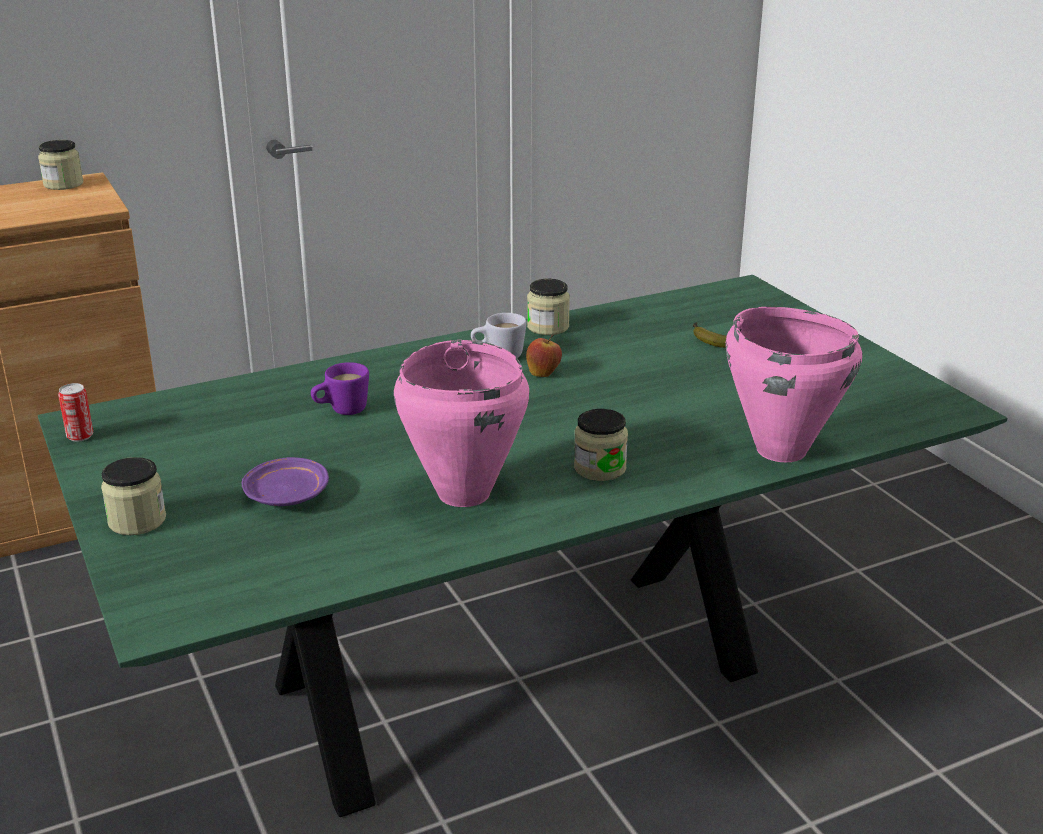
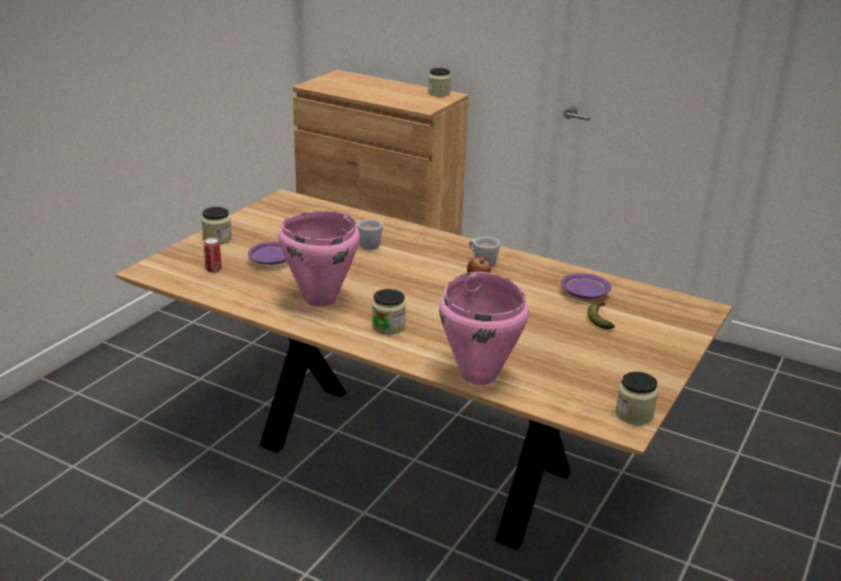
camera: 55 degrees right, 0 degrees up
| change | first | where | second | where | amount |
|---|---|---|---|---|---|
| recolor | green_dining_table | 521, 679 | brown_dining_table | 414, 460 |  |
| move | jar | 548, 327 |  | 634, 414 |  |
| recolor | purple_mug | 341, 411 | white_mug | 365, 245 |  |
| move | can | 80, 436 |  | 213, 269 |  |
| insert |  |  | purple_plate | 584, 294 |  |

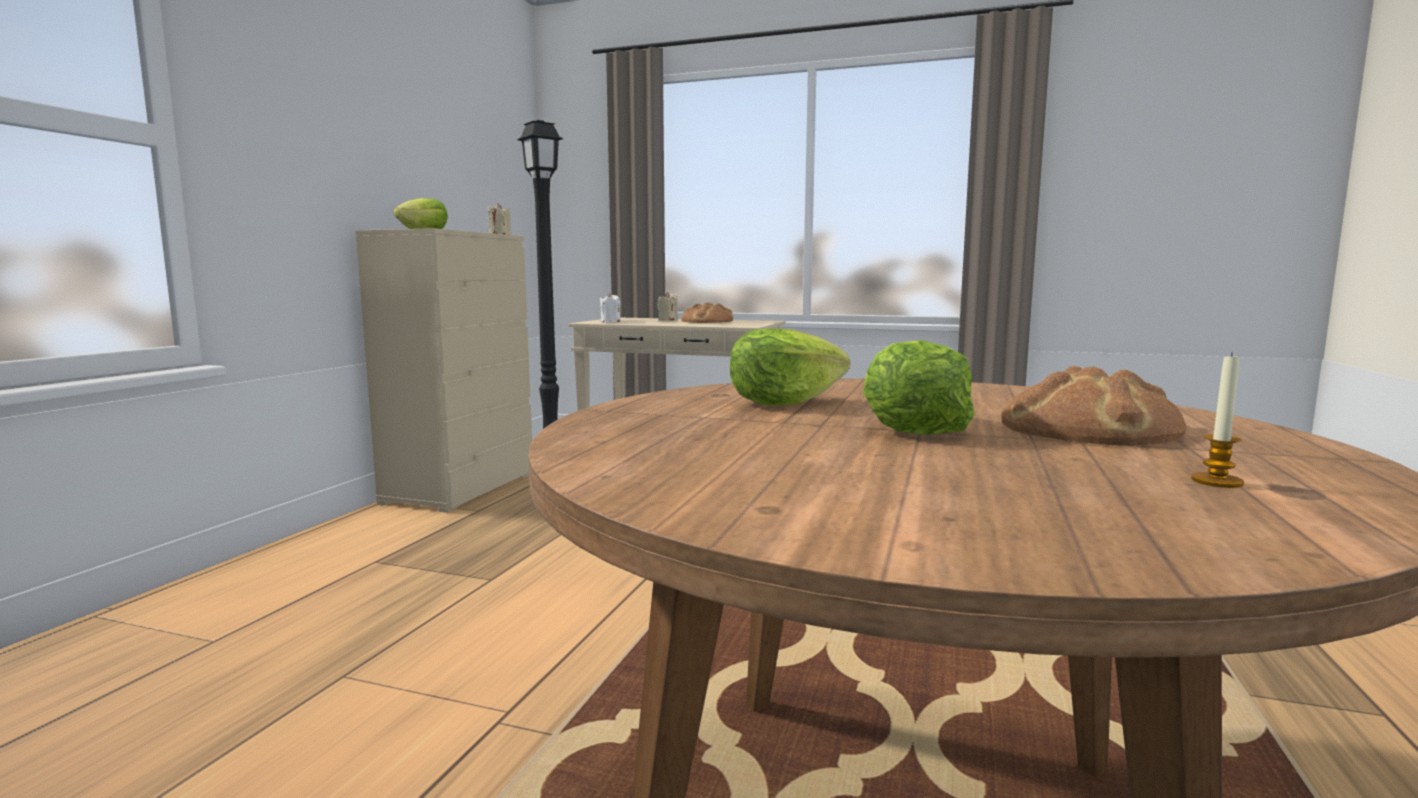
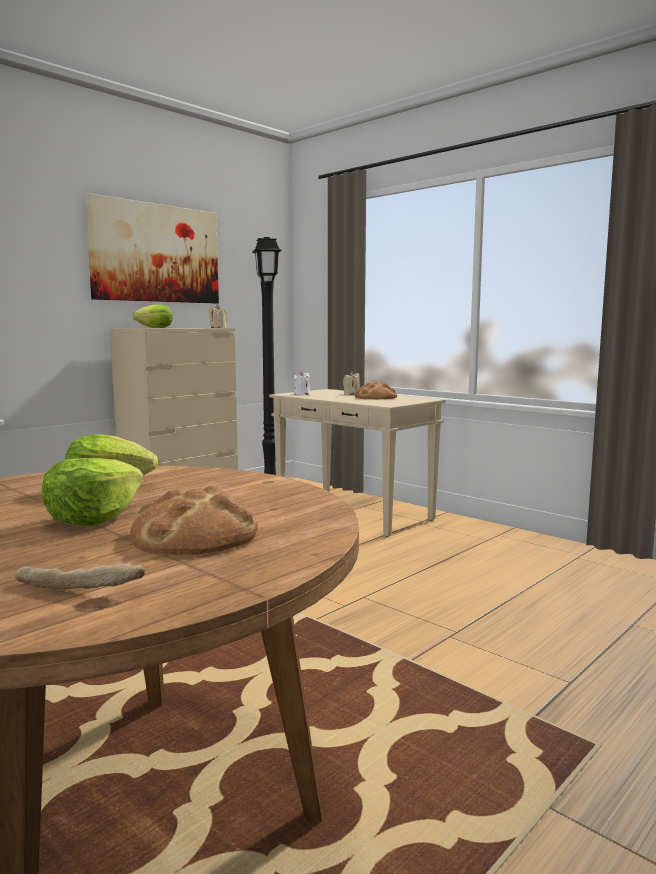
camera: 25 degrees right, 0 degrees up
| change | first | where | second | where | amount |
|---|---|---|---|---|---|
| replace | candle | 1216, 481 | bread | 79, 588 |  |
| insert |  |  | picture | 156, 253 |  |

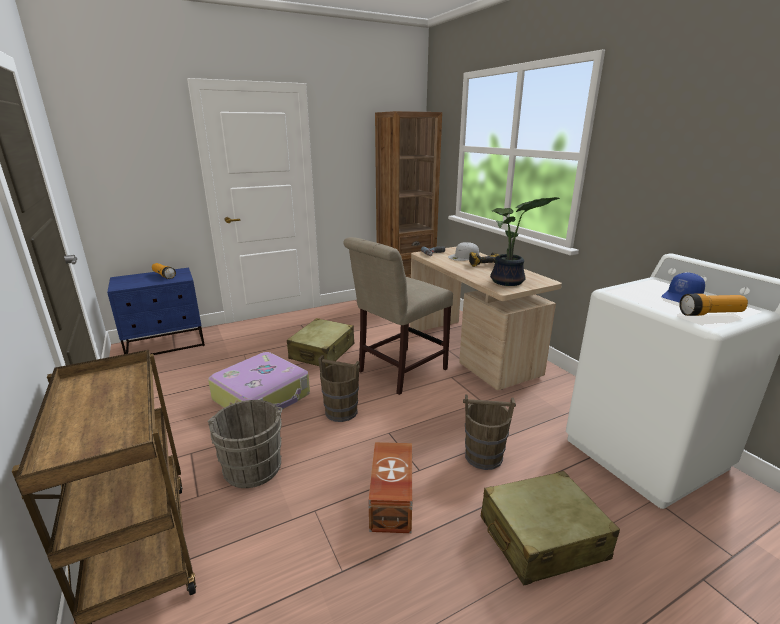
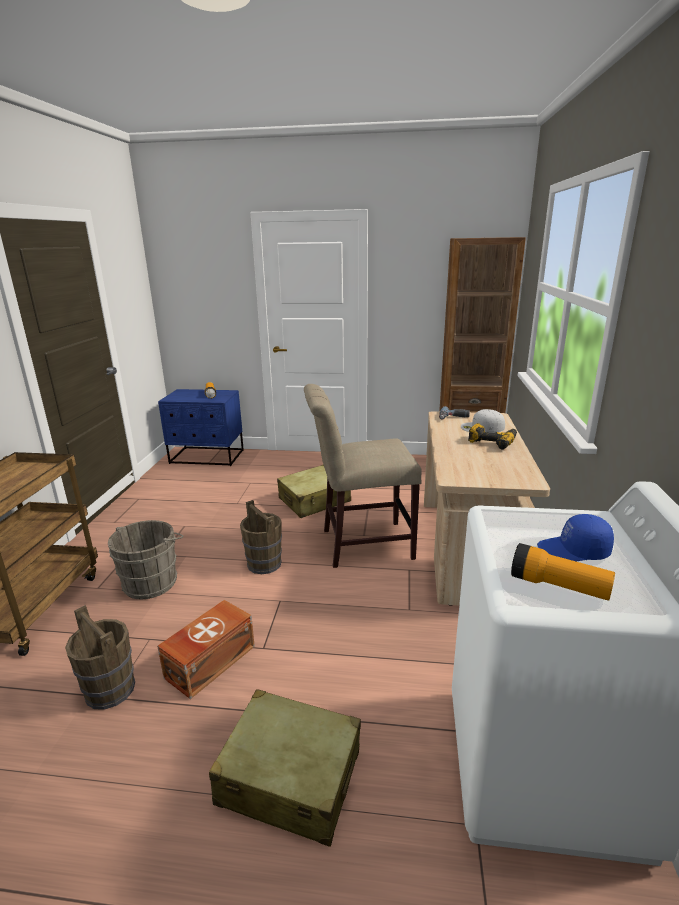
camera: 35 degrees right, 0 degrees up
| change | first | where | second | where | amount |
|---|---|---|---|---|---|
| delete | potted_plant | 508, 282 |  |  |  |
| delete | suitcase | 263, 397 |  |  |  |
| move | brown_bucket | 483, 456 |  | 110, 689 |  |

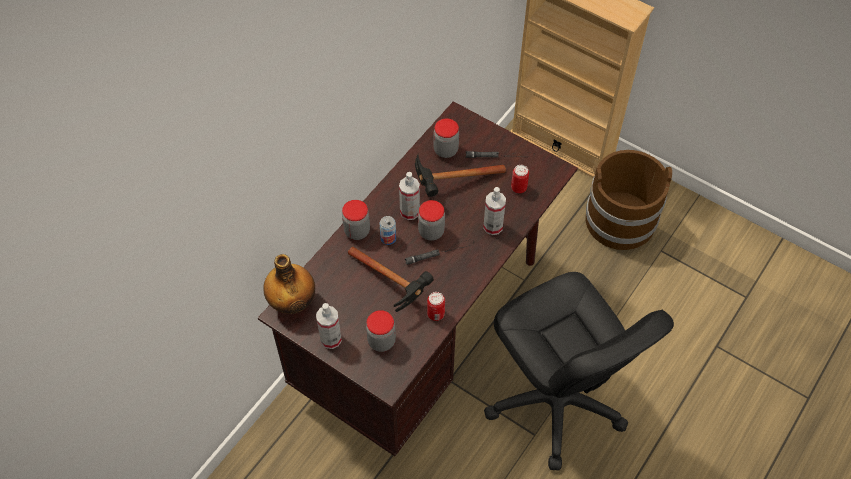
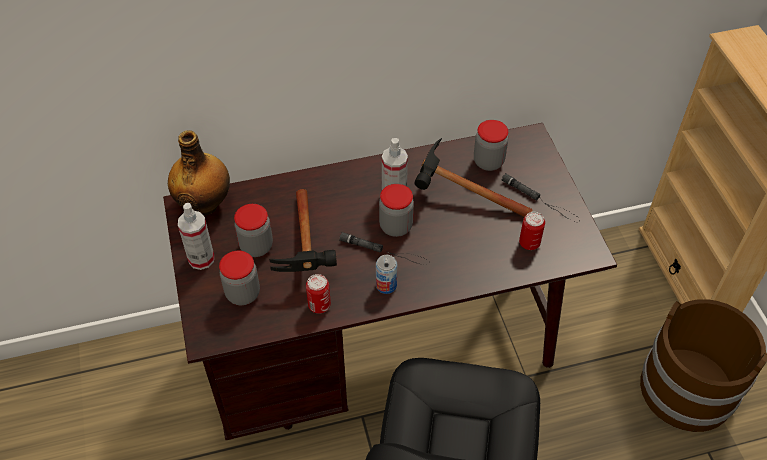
camera: 40 degrees right, 5 degrees down
| change | first | where | second | where | amount |
|---|---|---|---|---|---|
| delete | spray_bottle | 493, 226 |  |  |  |
| move | jar | 357, 231 |  | 256, 246 |  |
| move | can | 388, 238 |  | 386, 285 |  |

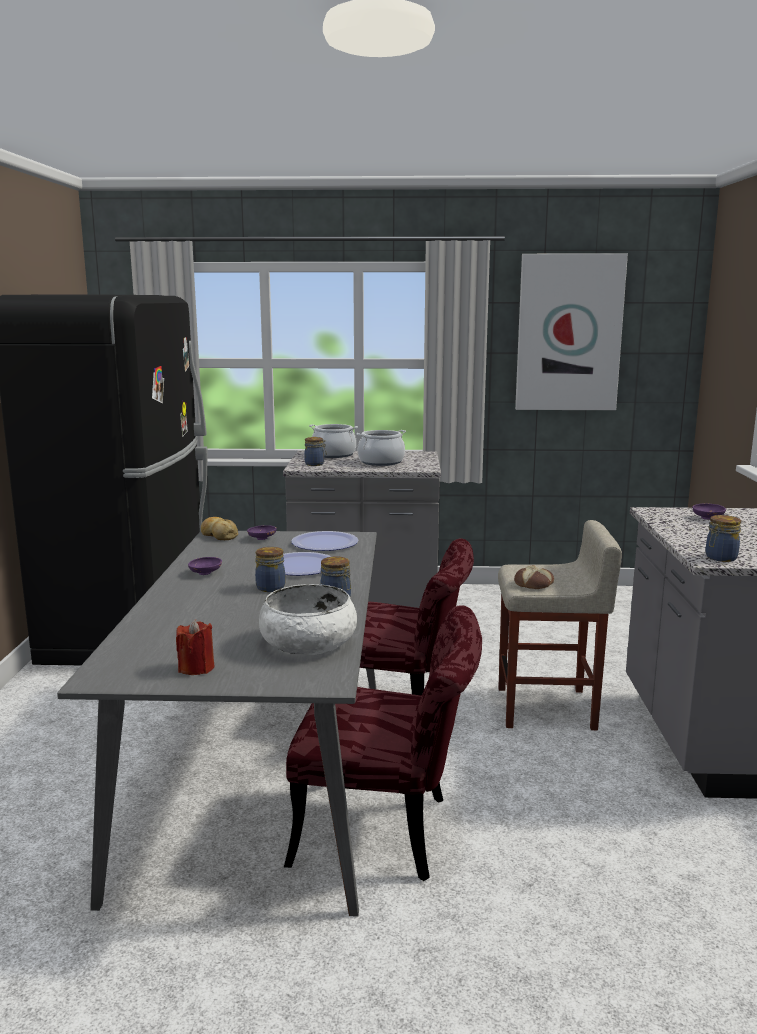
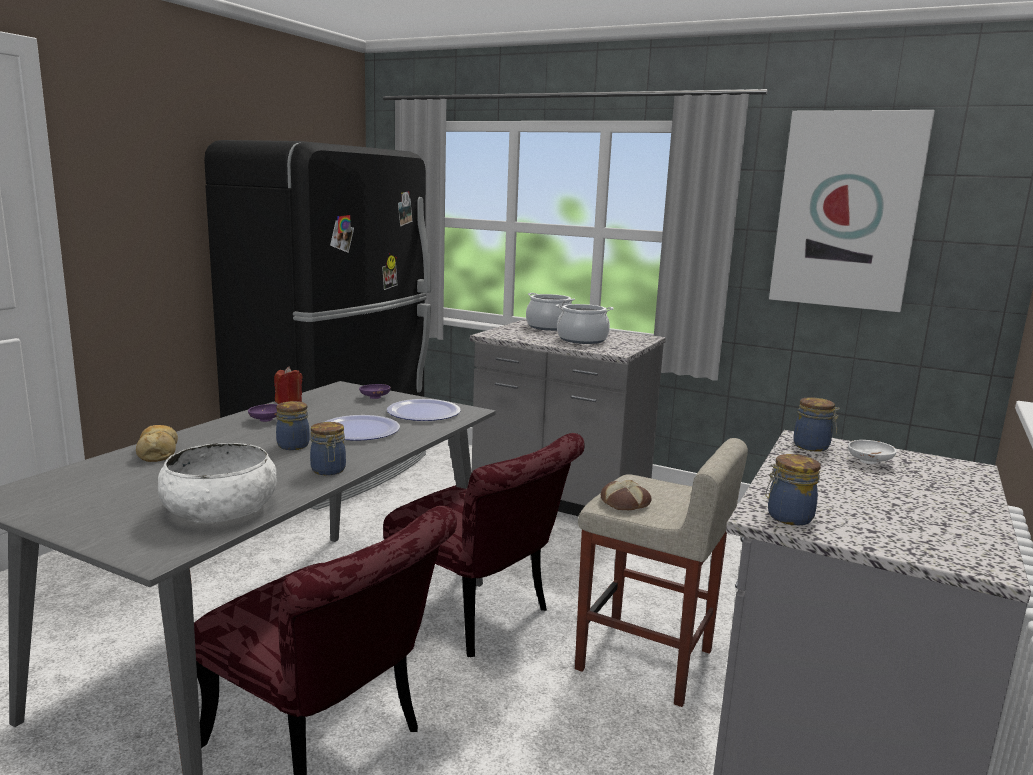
camera: 25 degrees right, 0 degrees up
| change | first | where | second | where | amount |
|---|---|---|---|---|---|
| move | jar | 315, 464 |  | 812, 447 |  |
| recolor | purple_bowl | 708, 518 | white_bowl | 869, 462 |  |
| move | bread | 219, 535 |  | 158, 452 |  |
| move | red_candle | 196, 668 |  | 289, 402 |  |

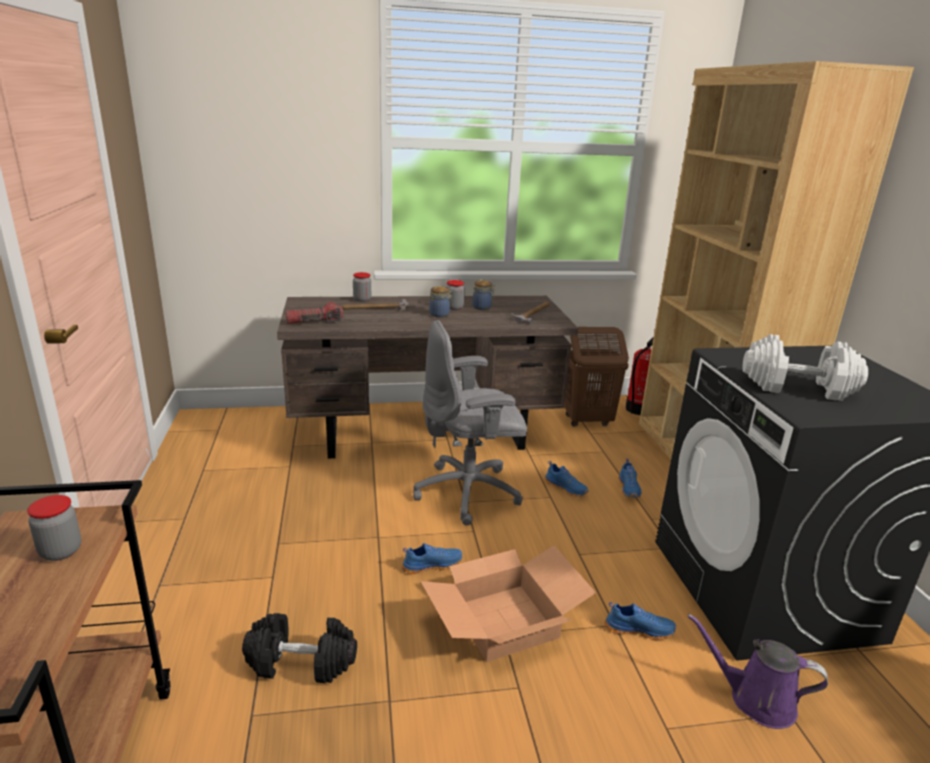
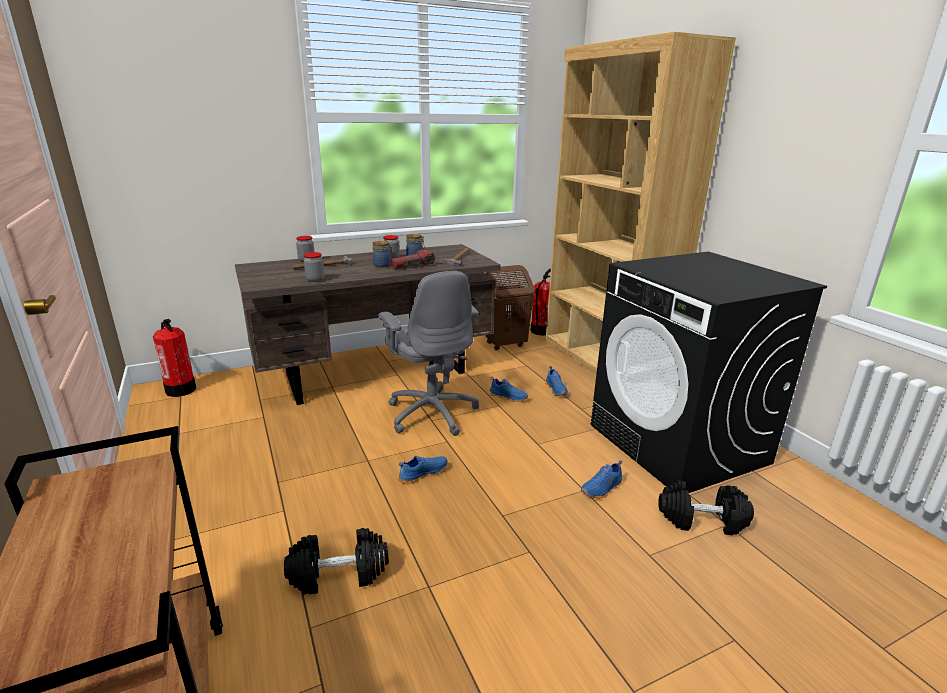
camera: 15 degrees left, 0 degrees up
| change | first | where | second | where | amount |
|---|---|---|---|---|---|
| move | flashlight | 315, 322 |  | 413, 266 |  |
| rotate | grey_office_chair | 469, 492 |  | 432, 413 | 90 degrees counterclockwise |
| delete | white_dumbbell | 798, 387 |  |  |  |
| move | jar | 61, 551 |  | 315, 280 |  |
| delete | cardboard_box | 505, 620 |  |  |  |
| rotate | blue_shoe | 638, 629 |  | 602, 489 | 150 degrees clockwise |
| replace | purple_watering_can | 755, 700 | black_dumbbell | 701, 520 |  |
| insert |  |  | fire_extinguisher | 181, 390 |  |

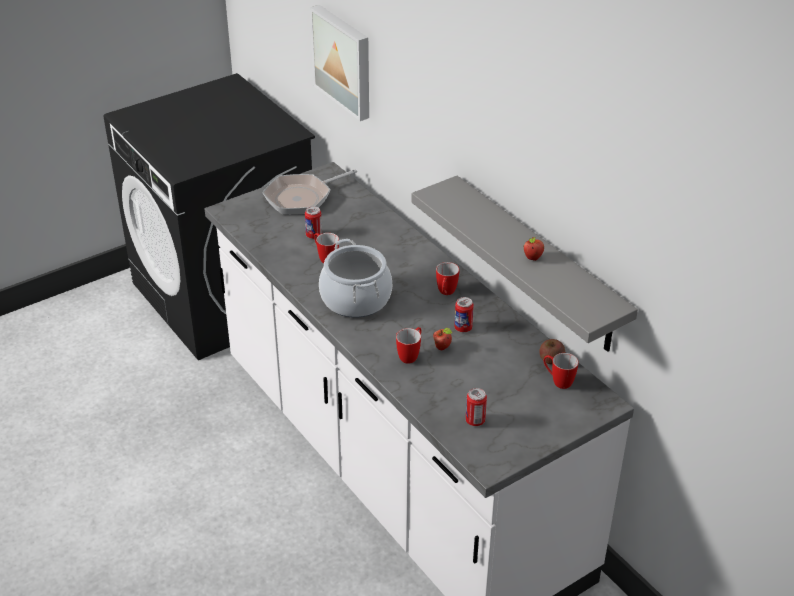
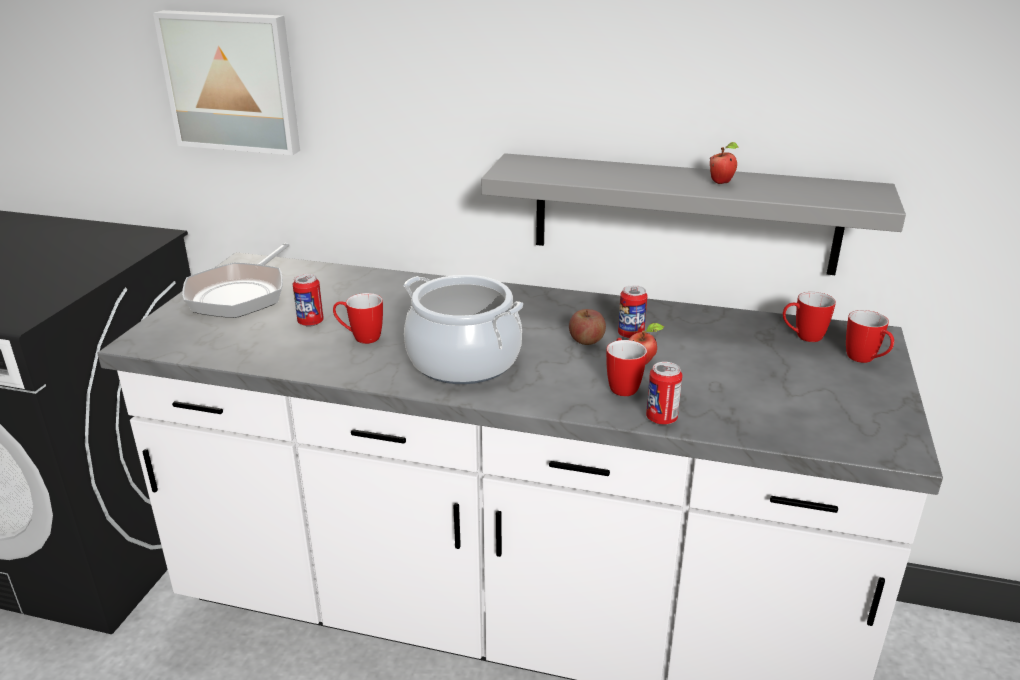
camera: 40 degrees left, 10 degrees down
| change | first | where | second | where | amount |
|---|---|---|---|---|---|
| move | mug | 445, 293 |  | 865, 360 |  |
| move | apple | 551, 360 |  | 586, 340 |  |
| move | can | 475, 420 |  | 661, 418 |  |

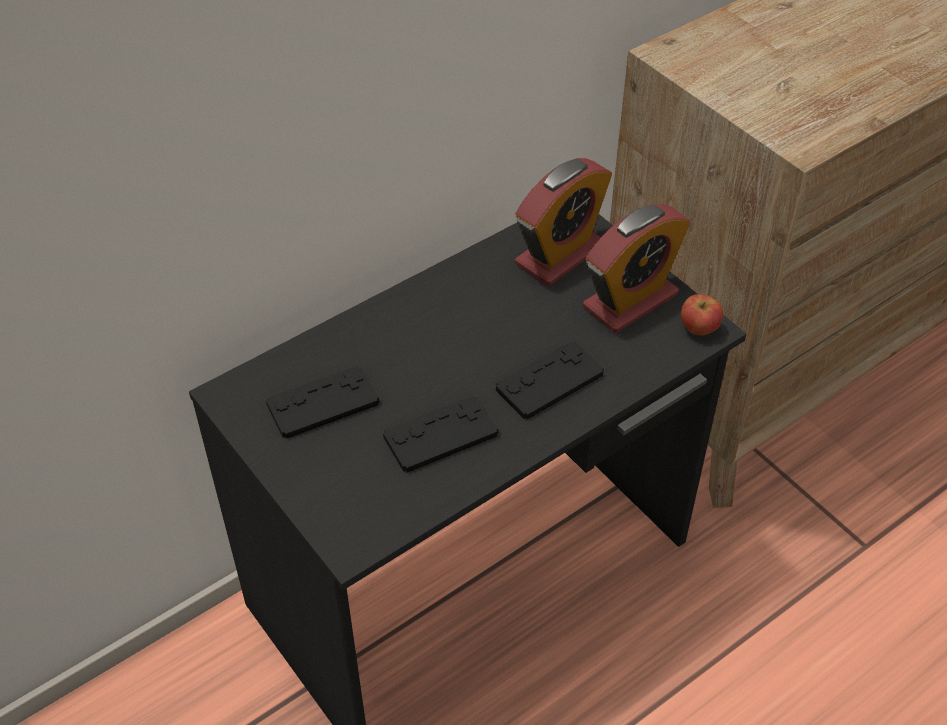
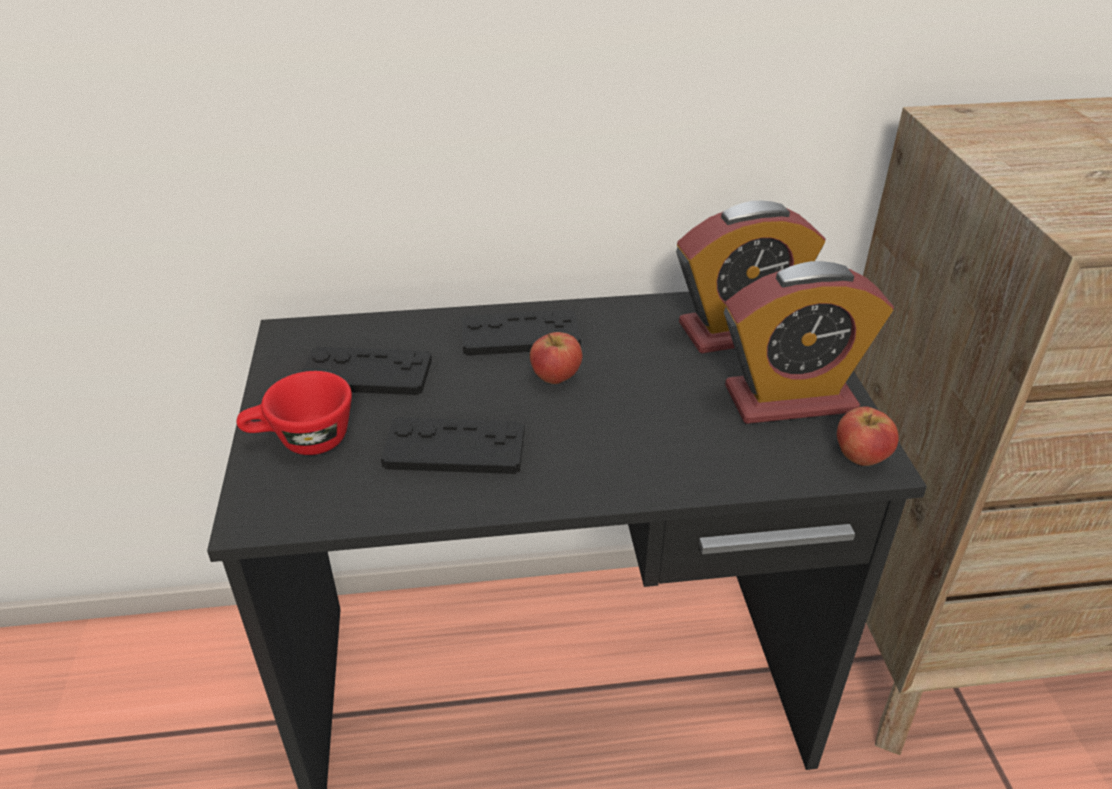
camera: 30 degrees right, 10 degrees down
| change | first | where | second | where | amount |
|---|---|---|---|---|---|
| move | black_game_controller | 549, 381 |  | 520, 335 |  |
| insert |  |  | apple | 556, 378 |  |
| insert |  |  | red_cup | 302, 441 |  |

